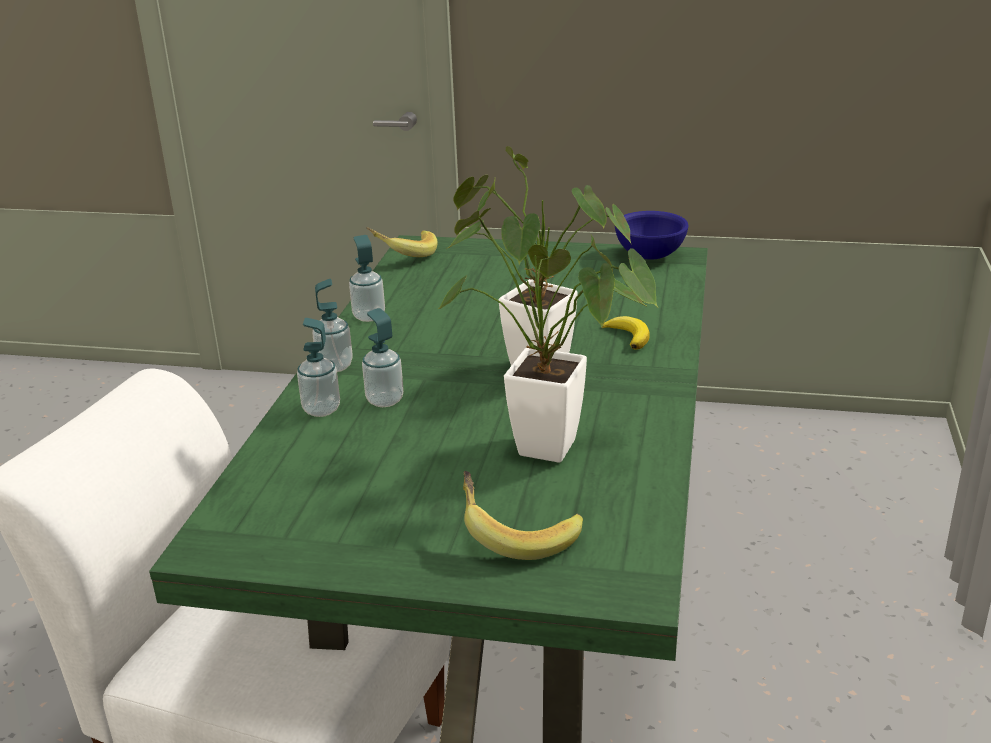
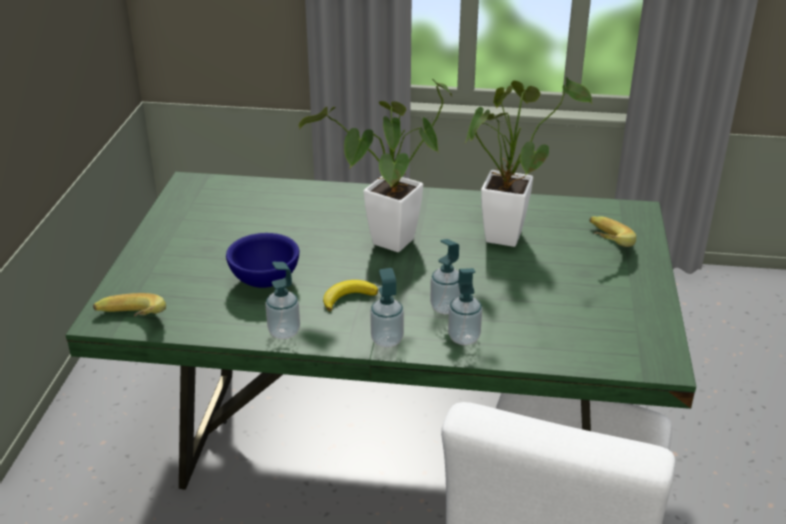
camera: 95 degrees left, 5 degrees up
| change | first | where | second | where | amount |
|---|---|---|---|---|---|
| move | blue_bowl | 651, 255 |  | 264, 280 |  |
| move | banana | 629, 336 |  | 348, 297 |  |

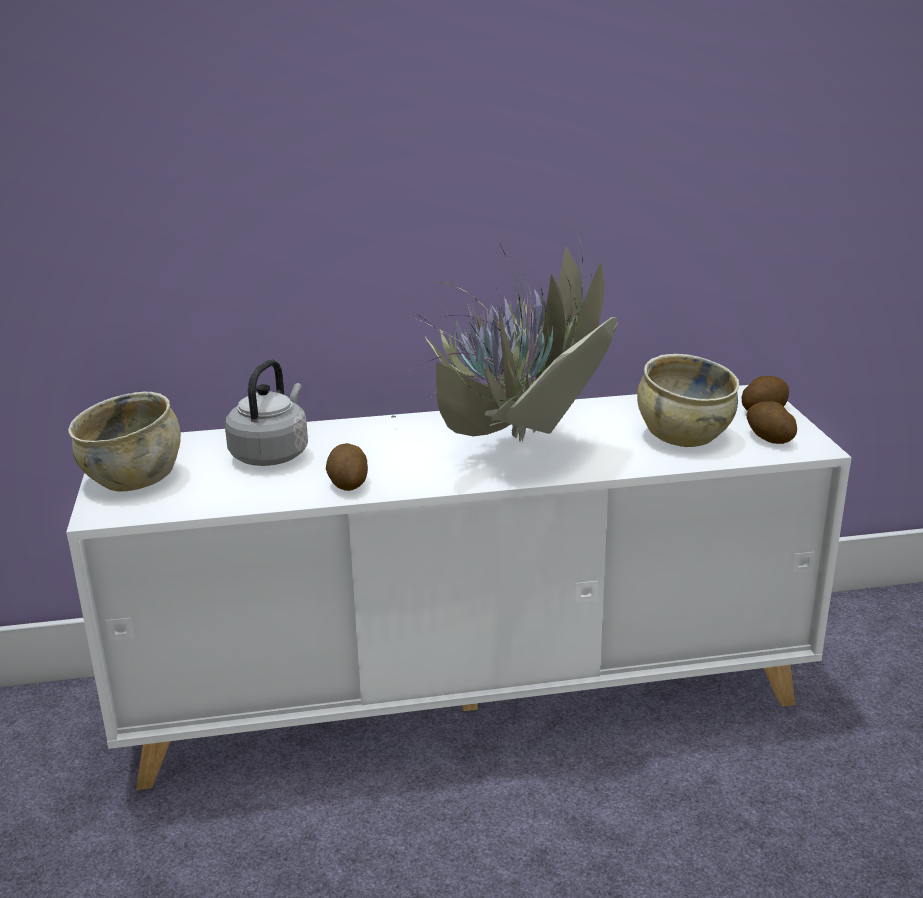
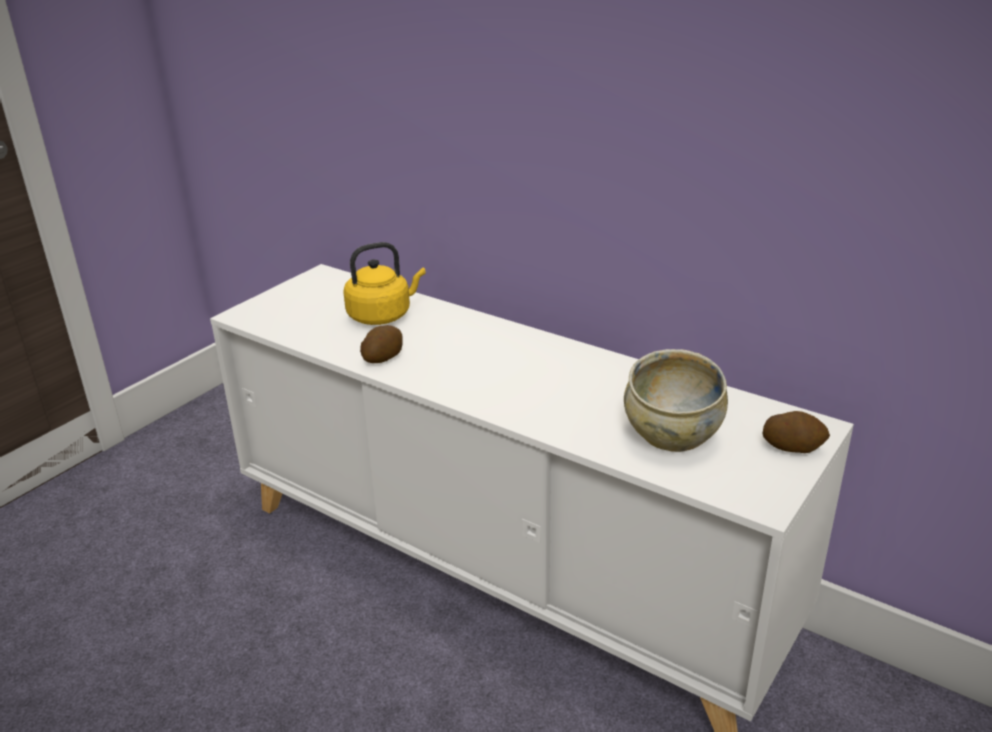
camera: 45 degrees right, 5 degrees up
| change | first | where | second | where | amount |
|---|---|---|---|---|---|
| delete | potted_plant | 518, 452 |  |  |  |
| recolor | grey_kettle | 272, 454 | yellow_kettle | 382, 315 |  |
| delete | beige_bowl | 133, 478 |  |  |  |
| delete | potato | 768, 438 |  |  |  |

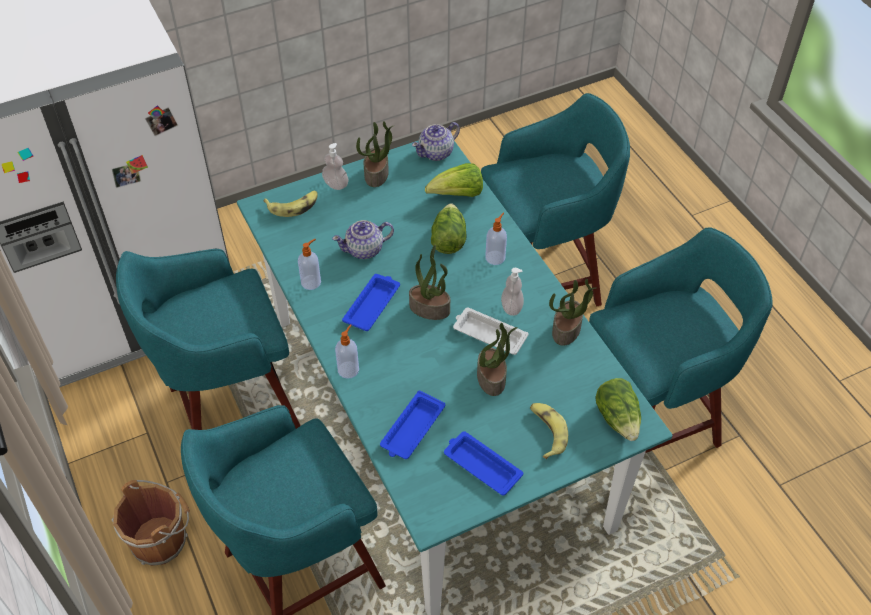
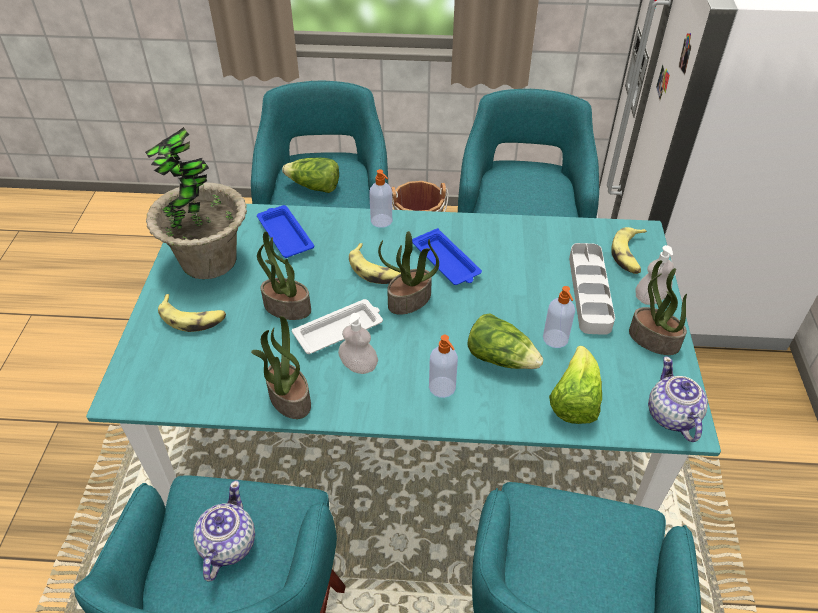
camera: 120 degrees right, 5 degrees down
| change | first | where | second | where | amount |
|---|---|---|---|---|---|
| move | teapot | 365, 250 |  | 227, 545 |  |
| move | soap_dispenser | 311, 282 |  | 555, 339 |  |
| move | lettuce | 618, 418 |  | 314, 187 |  |
| replace | blue_tray | 481, 465 | potted_plant | 209, 260 |  |
| insert |  |  | banana | 376, 270 |  |
| insert |  |  | grey_tray | 589, 292 |  |

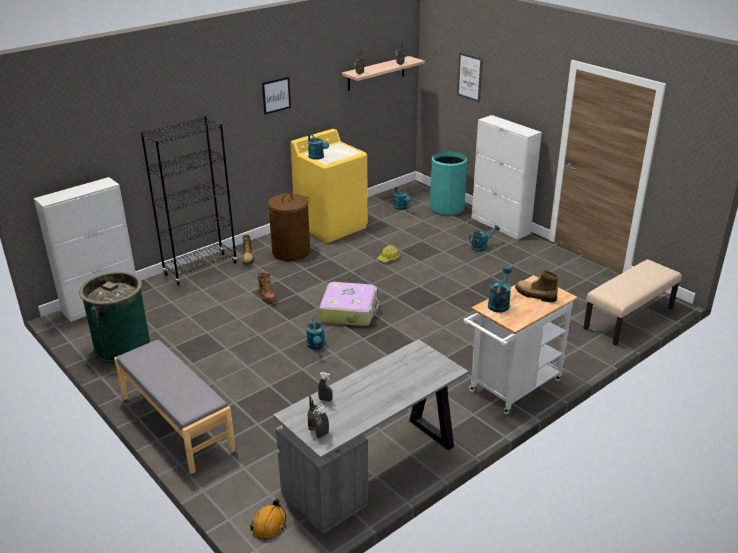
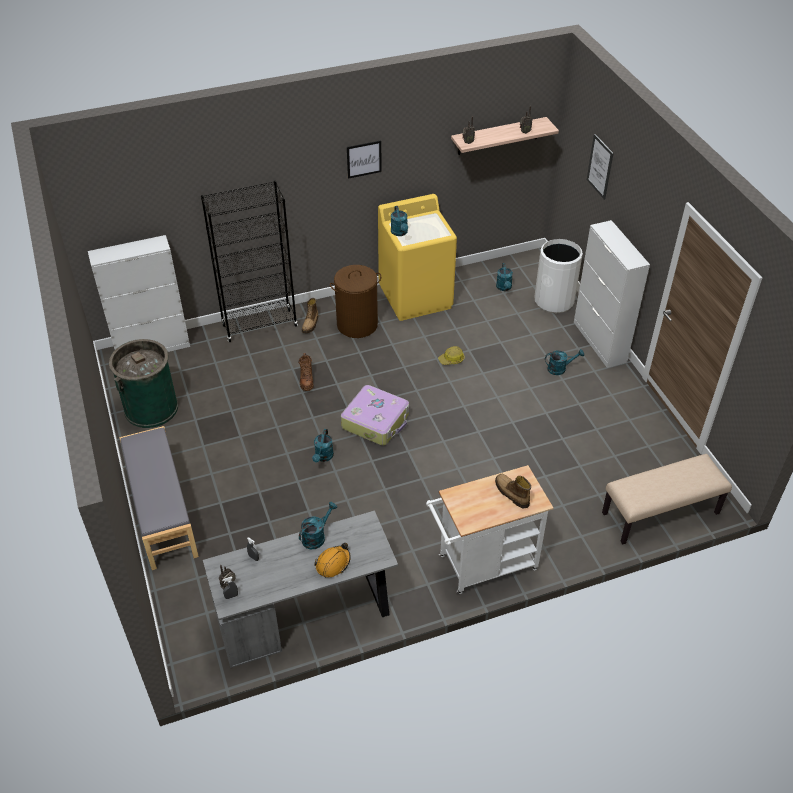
camera: 20 degrees right, 15 degrees up
| change | first | where | second | where | amount |
|---|---|---|---|---|---|
| recolor | turquoise_trash_can | 447, 208 | white_trash_can | 554, 301 |  |
| move | turquoise_watering_can | 499, 303 |  | 316, 536 |  |
| move | orange_hard_hat | 269, 524 |  | 333, 563 |  |

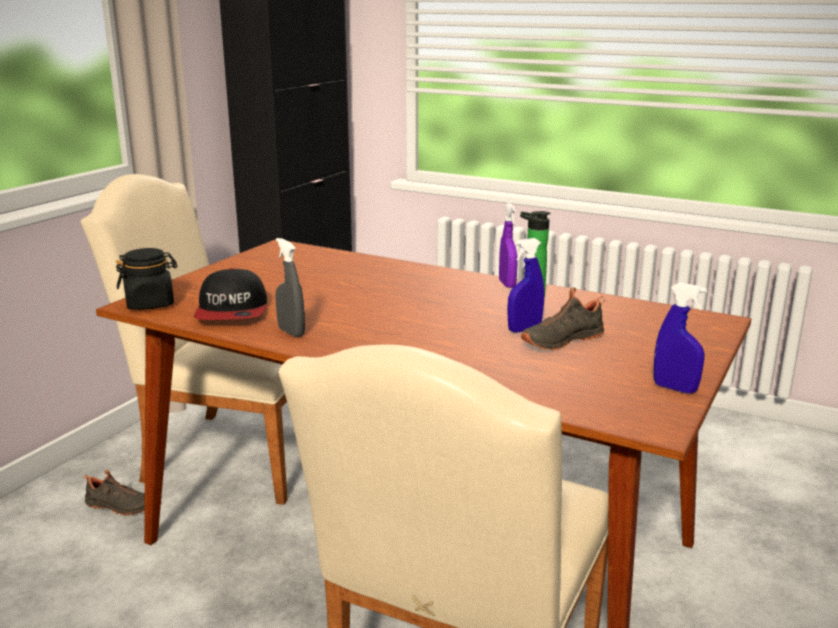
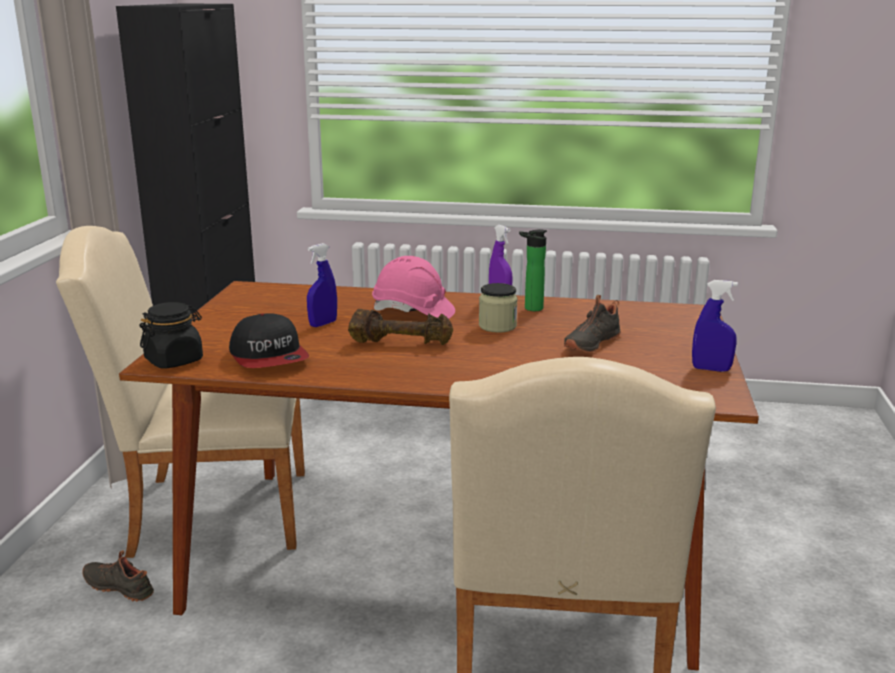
camera: 20 degrees left, 0 degrees up
| change | first | where | second | where | amount |
|---|---|---|---|---|---|
| delete | grey_spray_bottle | 291, 332 |  |  |  |
| move | blue_spray_bottle | 524, 329 |  | 323, 324 |  |
| rotate | black_shoe | 119, 507 |  | 120, 586 | 150 degrees counterclockwise |
| insert |  |  | pink_hard_hat | 413, 312 |  |
| insert |  |  | jar | 497, 326 |  |
| insert |  |  | brown_dumbbell | 401, 342 |  |

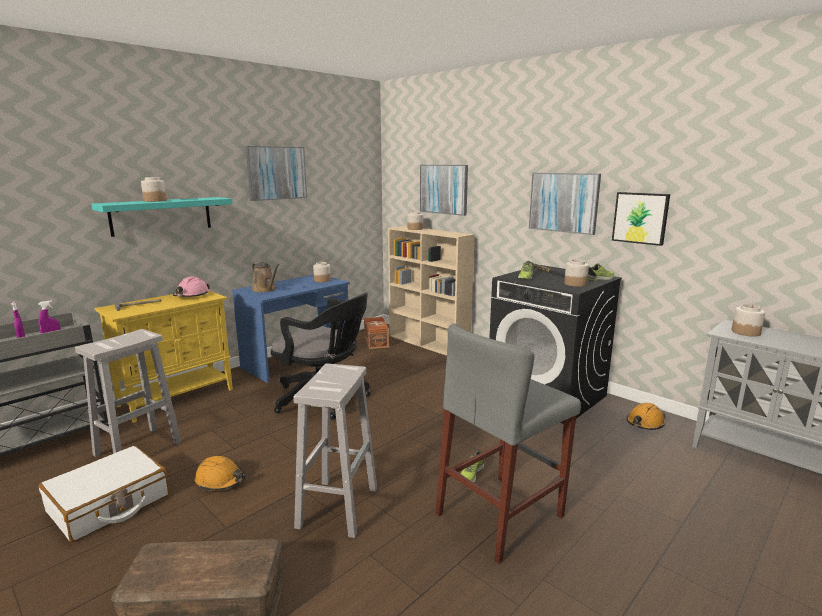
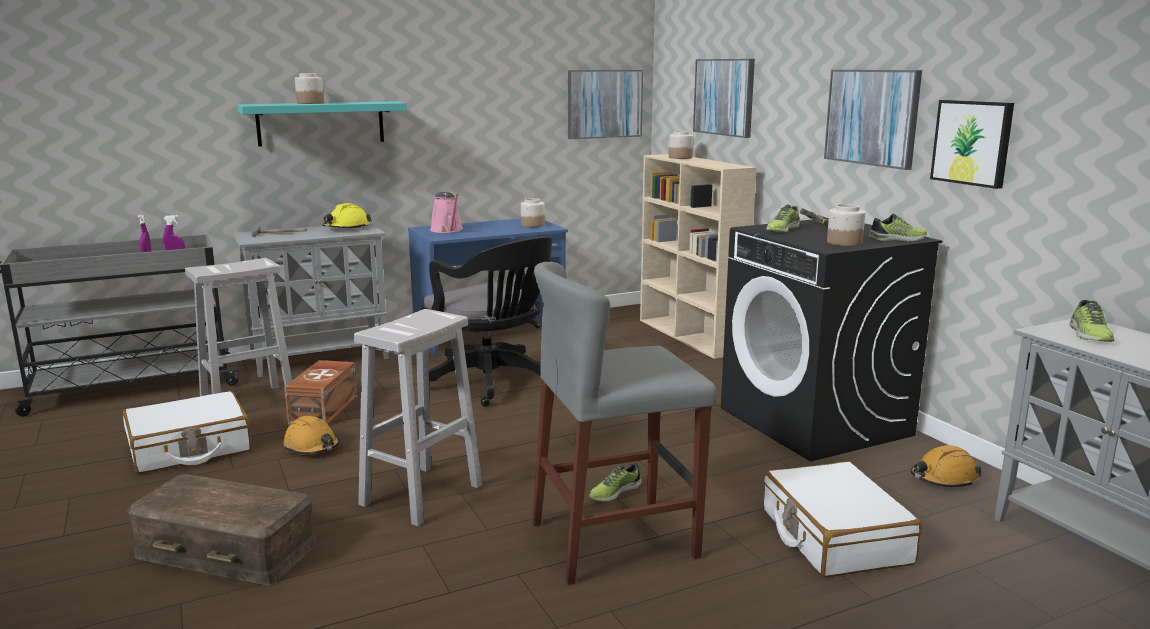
camera: 20 degrees right, 0 degrees up
| change | first | where | second | where | amount |
|---|---|---|---|---|---|
| move | picture | 276, 173 |  | 604, 104 |  |
| recolor | brown_watering_can | 265, 290 | pink_watering_can | 447, 230 |  |
| recolor | pink_hard_hat | 191, 295 | yellow_hard_hat | 347, 228 |  |
| recolor | yellow_cabinet | 177, 397 | grey_cabinet | 321, 358 |  |
| replace | jar | 745, 332 | shoe | 1088, 334 |  |
| move | brown_storage_box | 376, 341 |  | 325, 409 |  |
| insert |  |  | white_suitcase | 834, 537 |  |

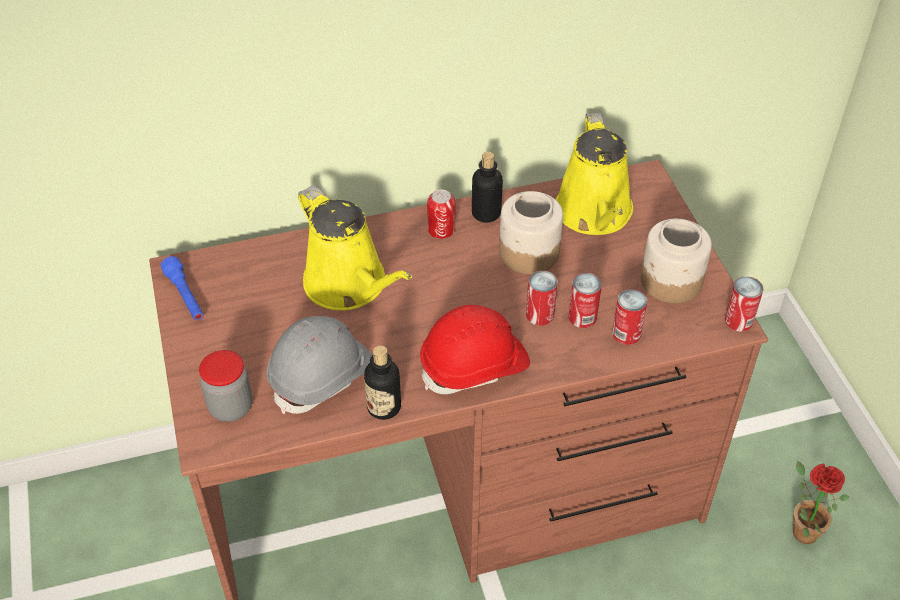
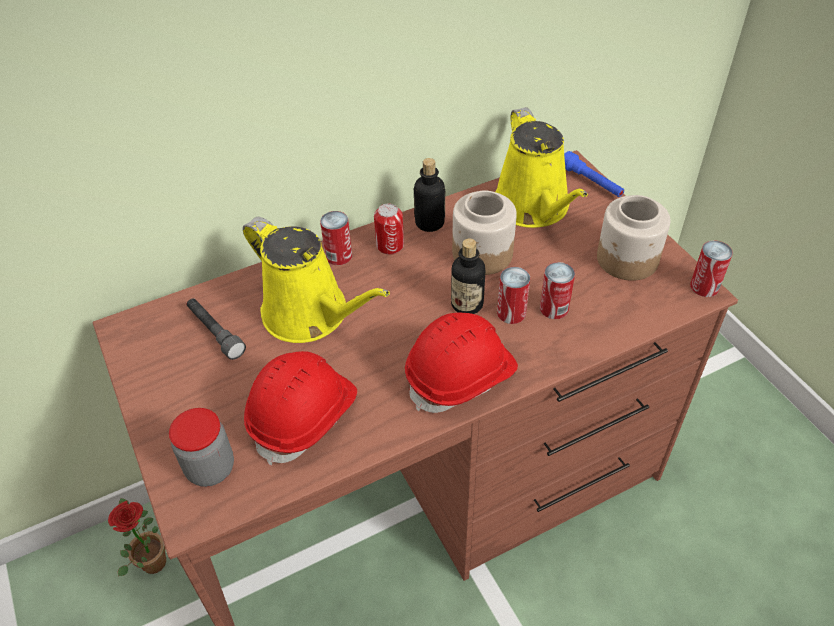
camera: 10 degrees left, 0 degrees up
| change | first | where | second | where | amount |
|---|---|---|---|---|---|
| move | blue_flashlight | 185, 296 |  | 591, 182 |  |
| move | can | 626, 333 |  | 338, 255 |  |
| recolor | grey_hard_hat | 322, 377 | red_hard_hat | 304, 416 |  |
| move | bottle | 384, 407 |  | 467, 304 |  |
| move | potted_plant | 800, 529 |  | 150, 559 |  |
| insert |  |  | grey_flashlight | 215, 333 |  |

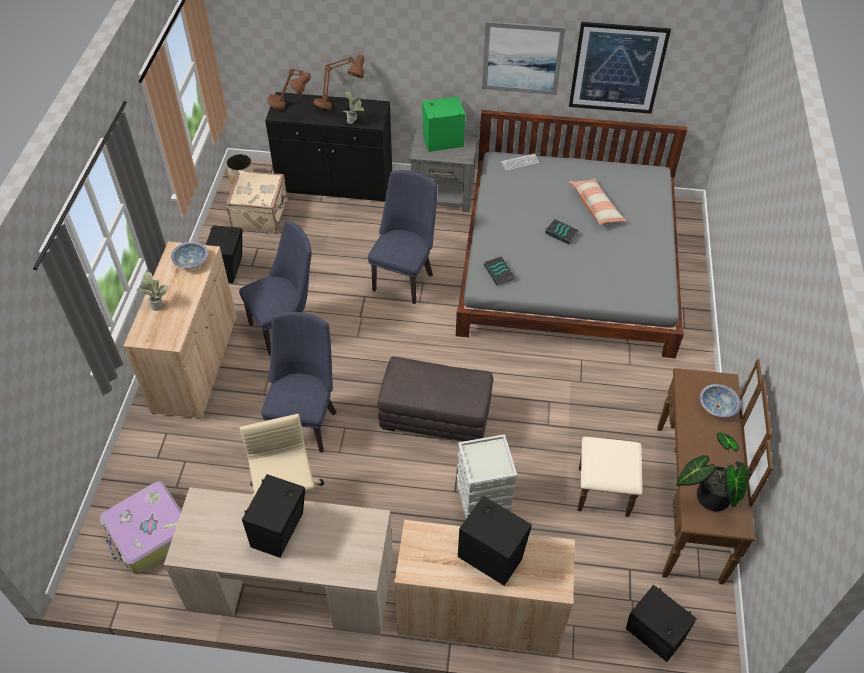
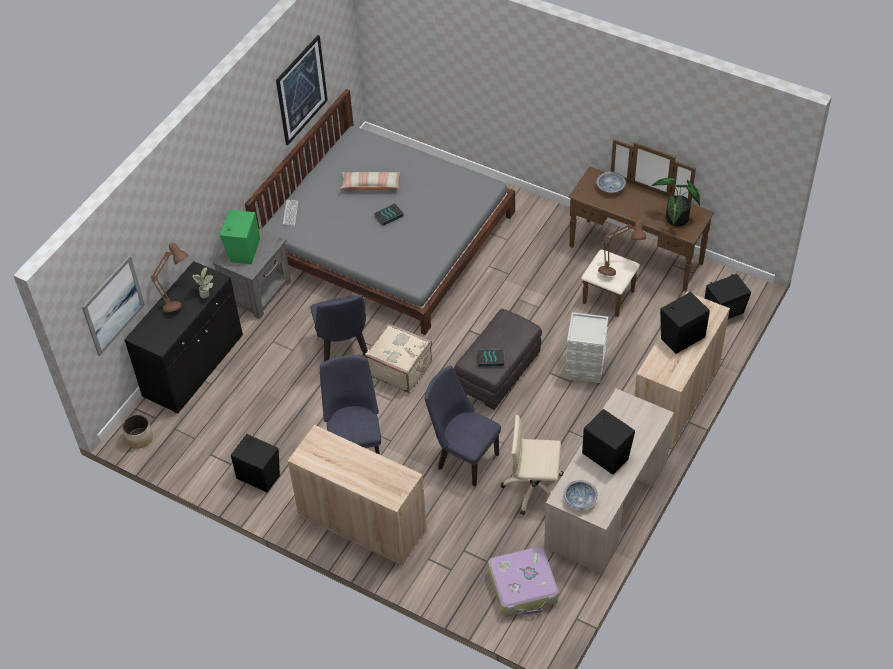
camera: 65 degrees left, 0 degrees up
| change | first | where | second | where | amount |
|---|---|---|---|---|---|
| move | picture | 522, 58 |  | 113, 305 |  |
| move | brown_table_lamp | 292, 111 |  | 618, 266 |  |
| move | beige_suitcase | 261, 215 |  | 400, 368 |  |
| rotate | blue_chair | 404, 278 |  | 343, 349 | 150 degrees counterclockwise |
| move | bowl | 191, 261 |  | 580, 499 |  |
| move | book | 499, 272 |  | 491, 359 |  |
| delete | potted_plant | 157, 304 |  |  |  |

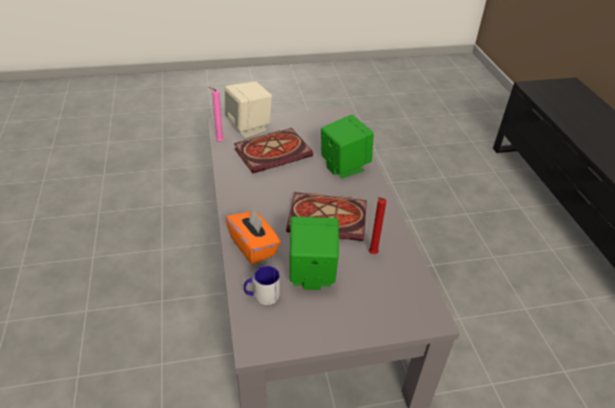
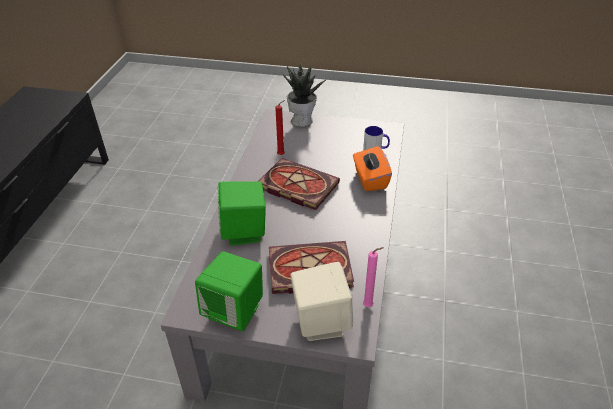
camera: 155 degrees left, 0 degrees up
| change | first | where | second | where | amount |
|---|---|---|---|---|---|
| move | green_speaker | 311, 274 |  | 234, 311 |  |
| insert |  |  | potted_plant | 302, 120 |  |

